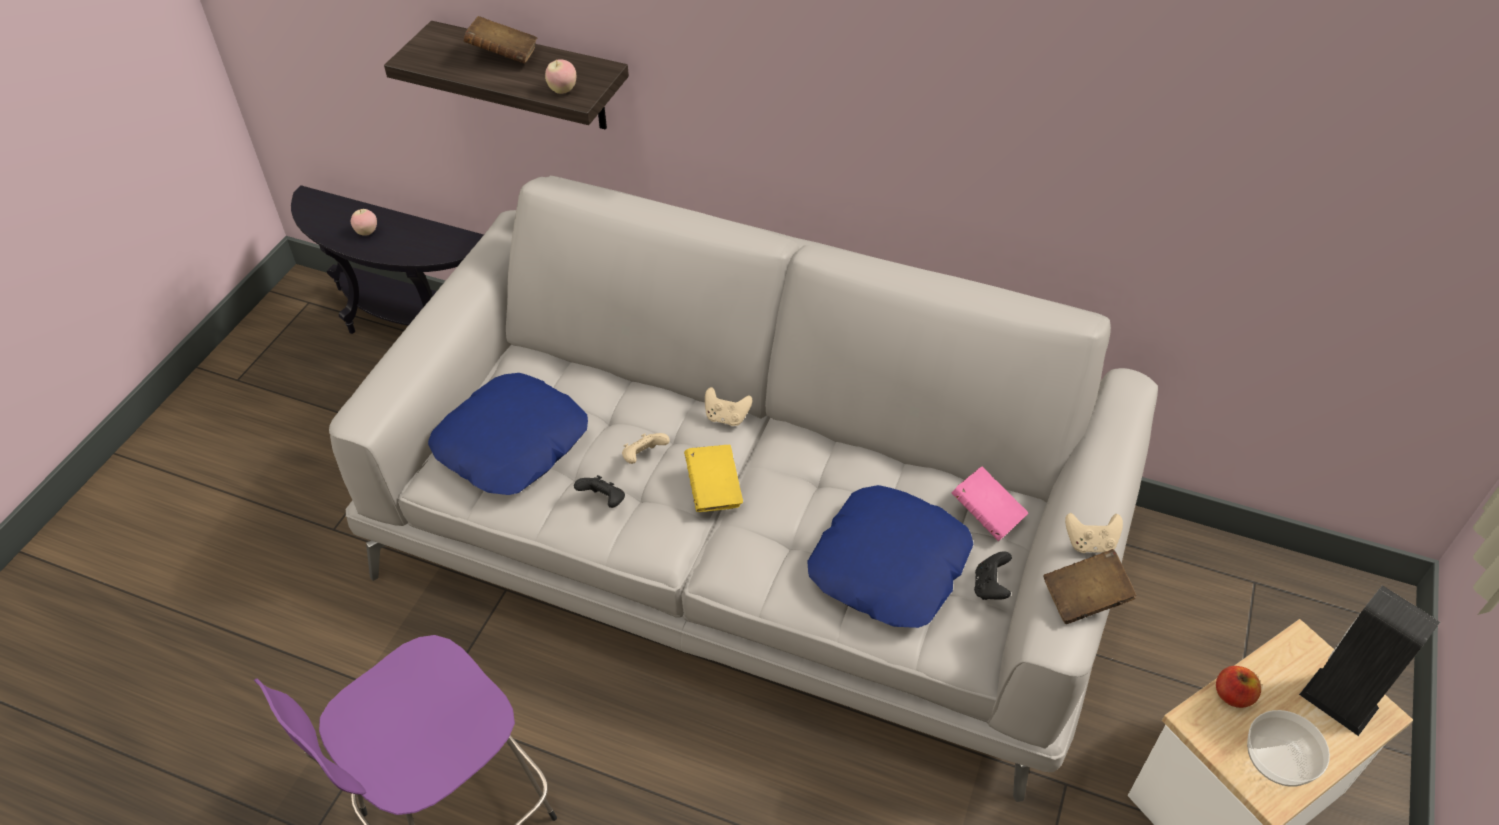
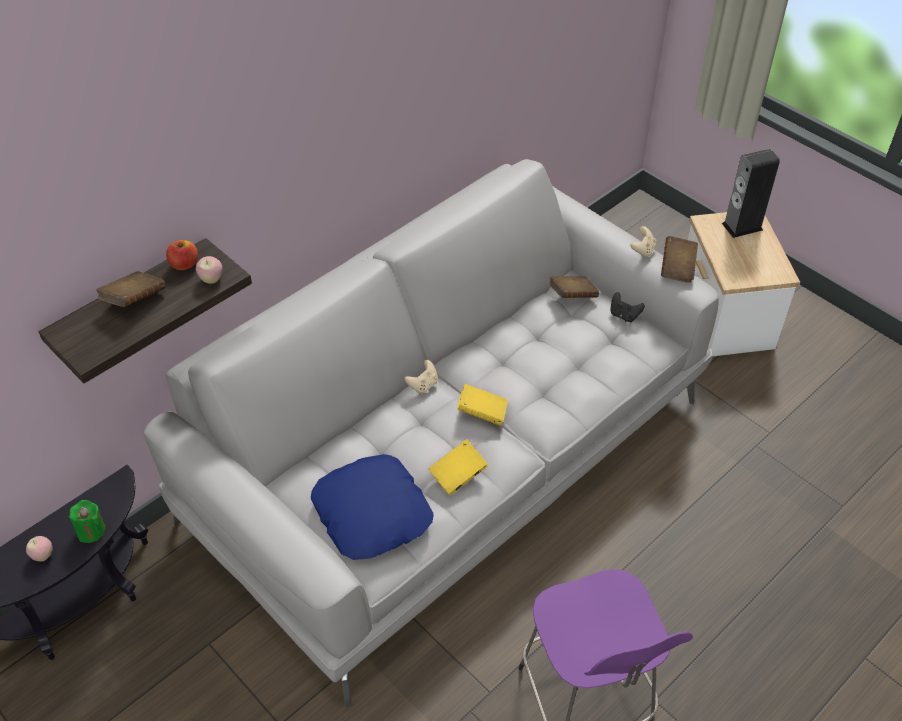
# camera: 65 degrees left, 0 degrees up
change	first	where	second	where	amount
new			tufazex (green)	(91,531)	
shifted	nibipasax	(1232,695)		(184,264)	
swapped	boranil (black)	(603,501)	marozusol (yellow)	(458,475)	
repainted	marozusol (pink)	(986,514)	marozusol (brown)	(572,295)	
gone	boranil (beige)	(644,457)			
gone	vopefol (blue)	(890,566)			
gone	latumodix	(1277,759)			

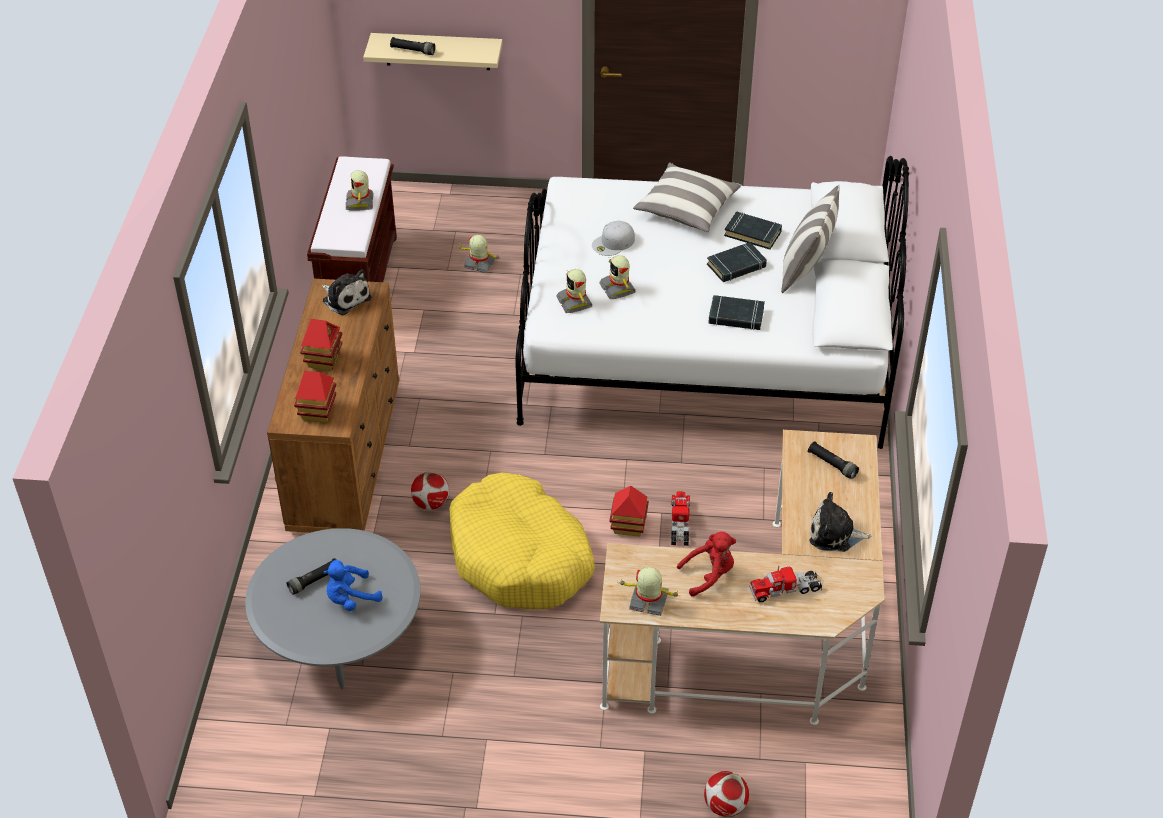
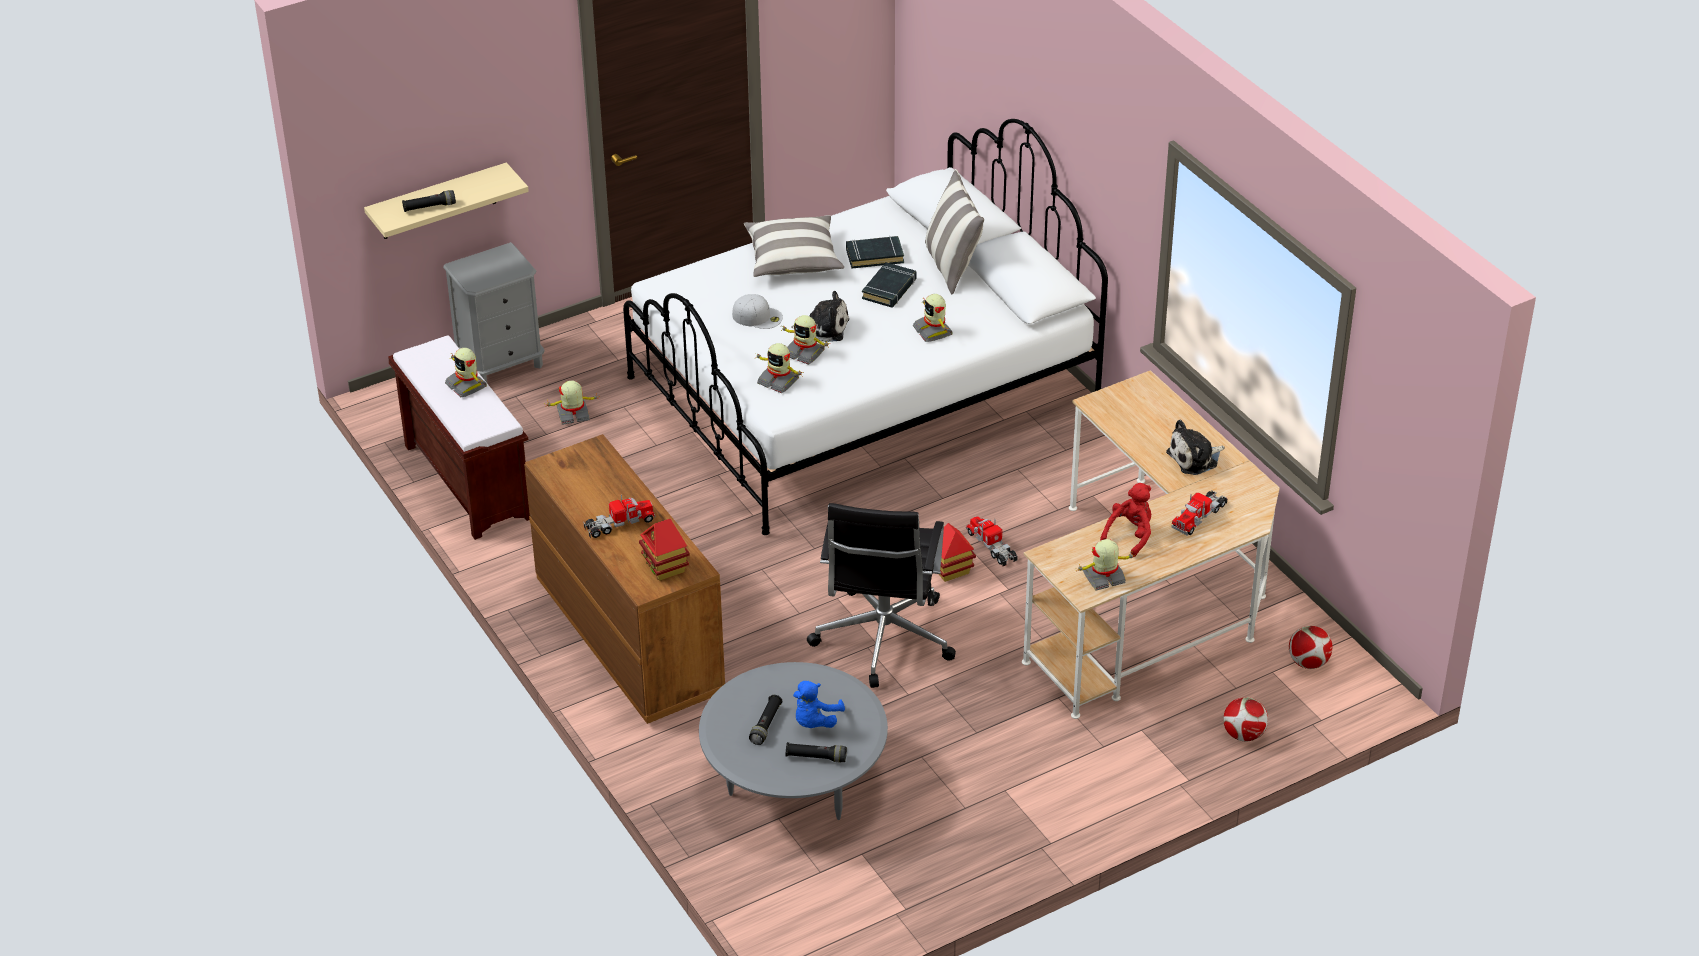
# camera: 35 degrees left, 5 degrees down
change	first	where	second	where	amount
new			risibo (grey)	(501,363)	
swapped	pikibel	(324,360)	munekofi	(619,524)	
rotated	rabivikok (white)	(613,243)		(758,316)	90 degrees counterclockwise
shifted	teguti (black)	(832,465)		(816,757)	
shifted	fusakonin	(345,298)		(824,328)	
swapped	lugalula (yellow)	(520,557)	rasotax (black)	(882,640)	
swapped	marozusol (black)	(736,316)	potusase	(933,331)	
shifted	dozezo	(431,503)		(1308,663)	

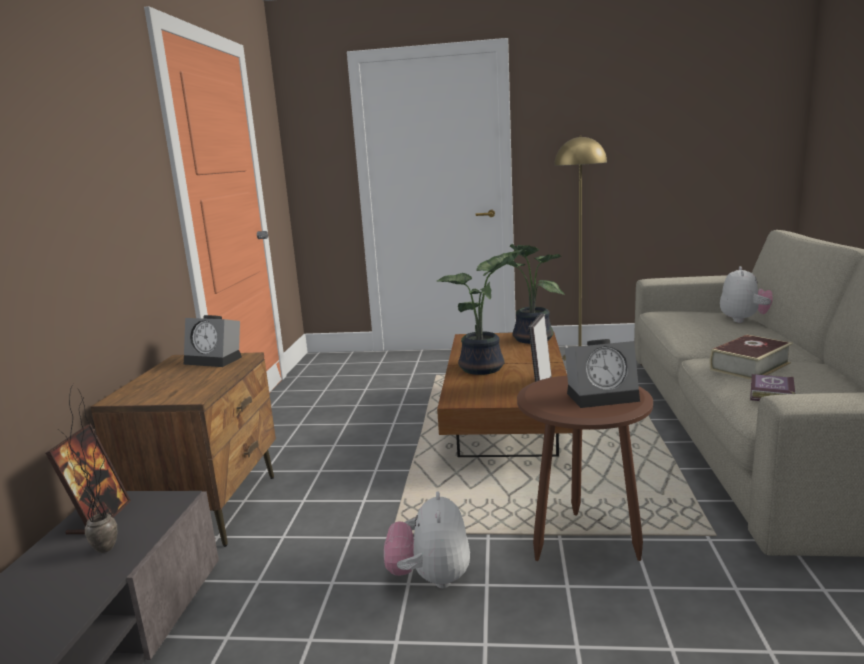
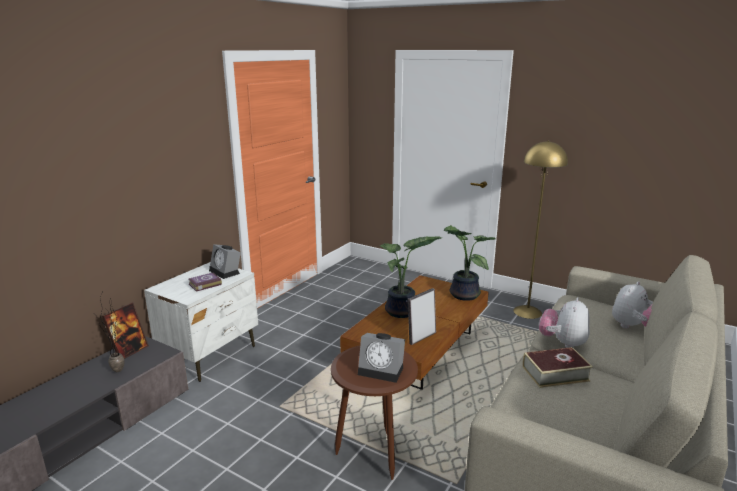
# camera: 25 degrees right, 5 degrees up
change	first	where	second	where	amount
repainted	risibo (brown)	(210,508)	risibo (white)	(211,355)	
shifted	marozusol	(770,394)		(204,284)	
shifted	fusakonin	(430,578)		(562,343)	

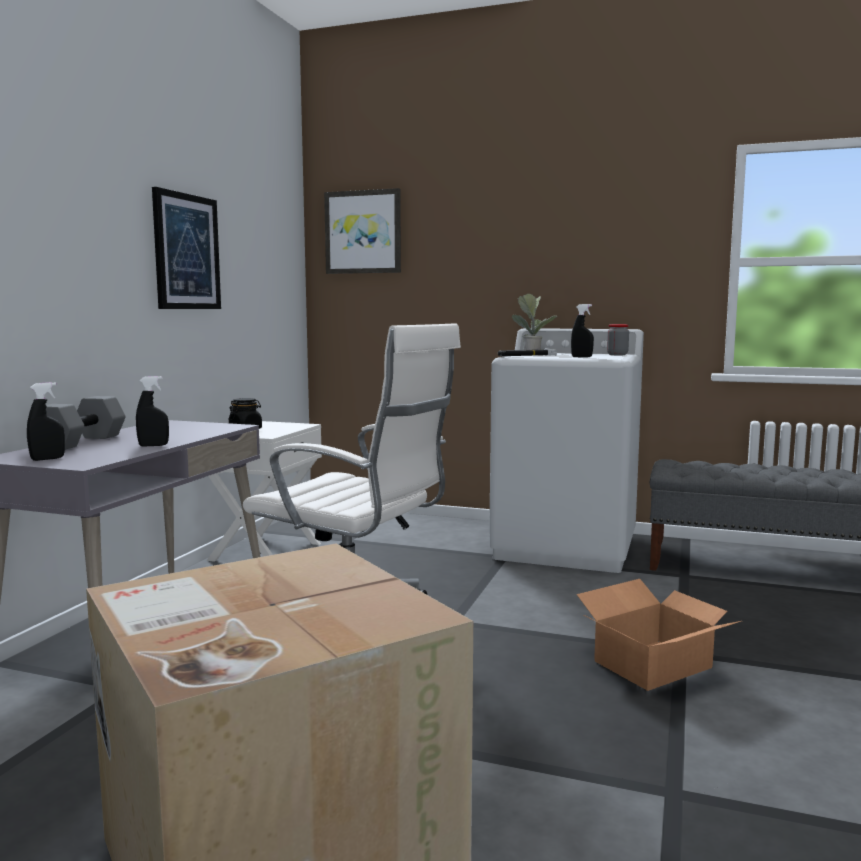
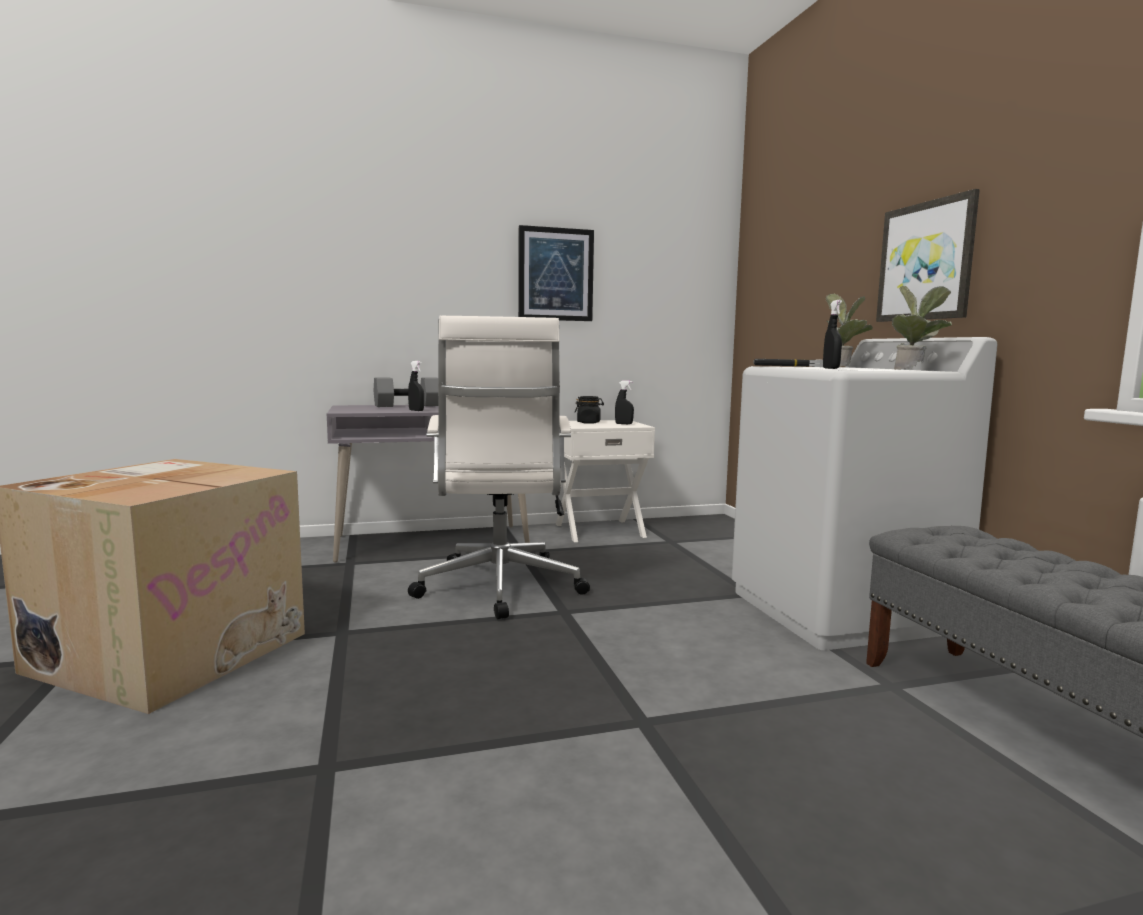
# camera: 55 degrees right, 0 degrees up
change	first	where	second	where	amount
shifted	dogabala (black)	(47,459)		(624,424)	
shifted	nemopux	(363,232)		(926,261)	
swapped	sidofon	(617,355)	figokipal	(915,370)	
gone	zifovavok	(651,664)			

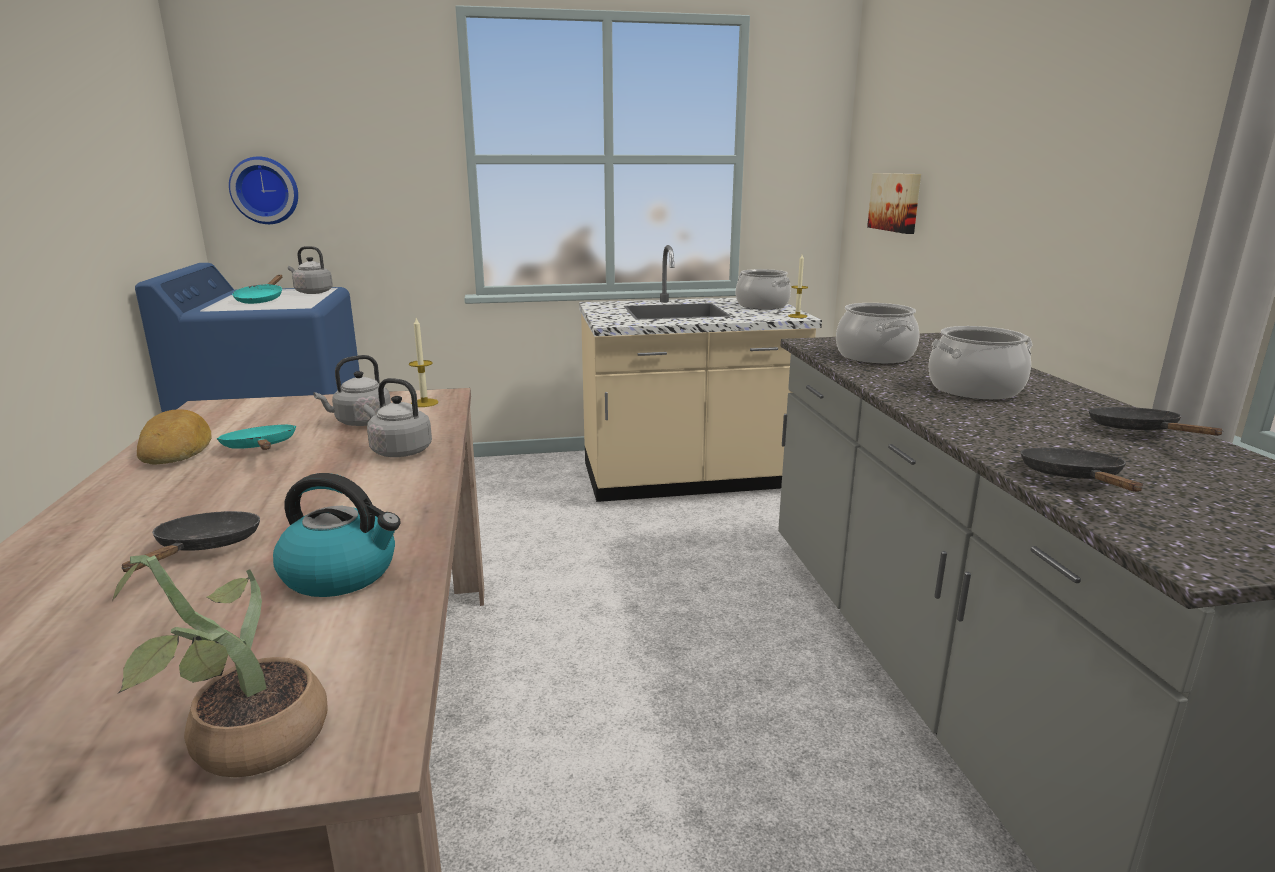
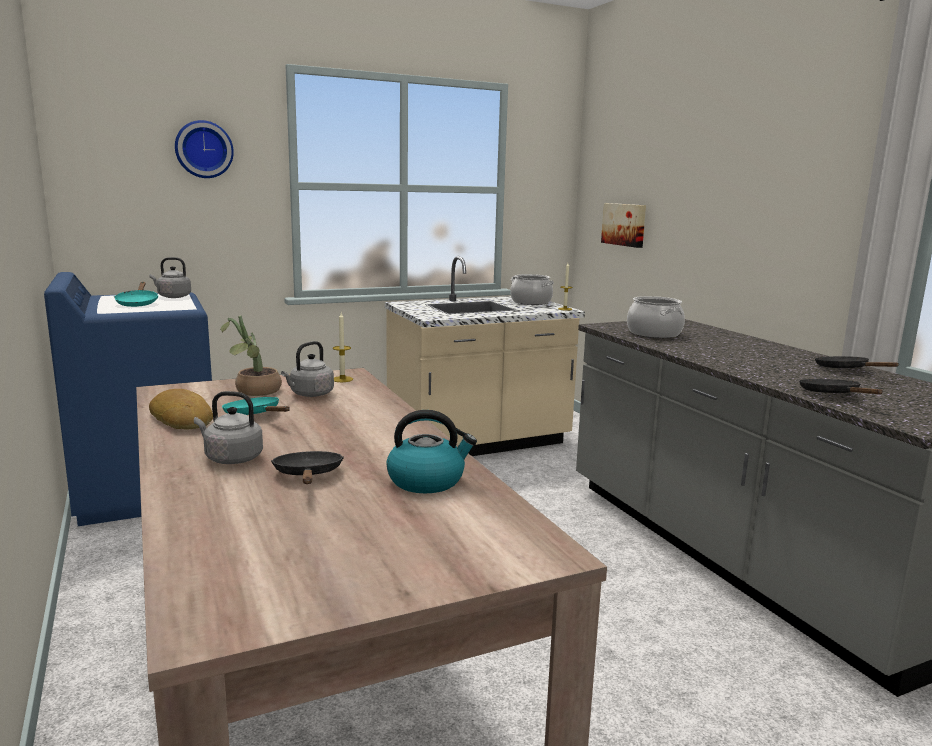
# camera: 15 degrees left, 5 degrees down
change	first	where	second	where	amount
shifted	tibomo	(265,190)		(204,149)	
shifted	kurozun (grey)	(399,451)		(231,458)	
shifted	figokipal	(244,745)		(253,392)	
gone	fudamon	(975,389)			

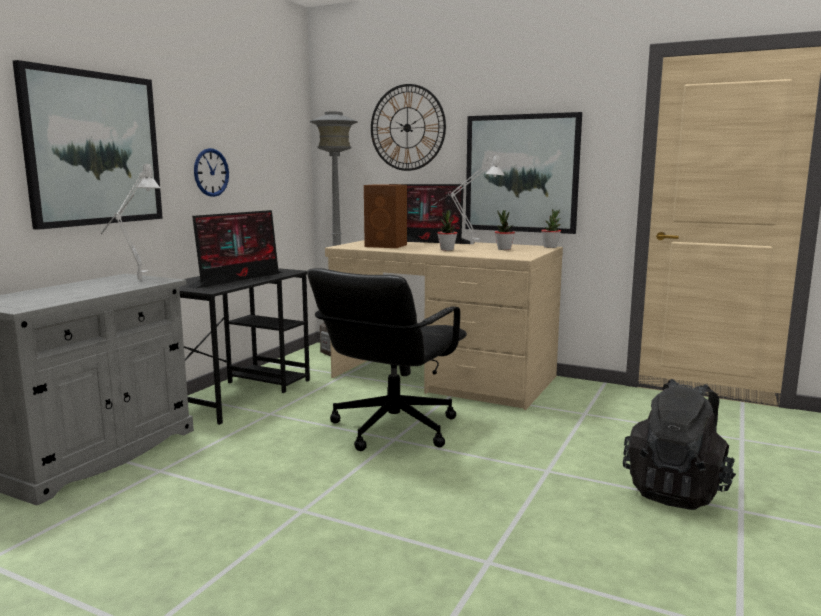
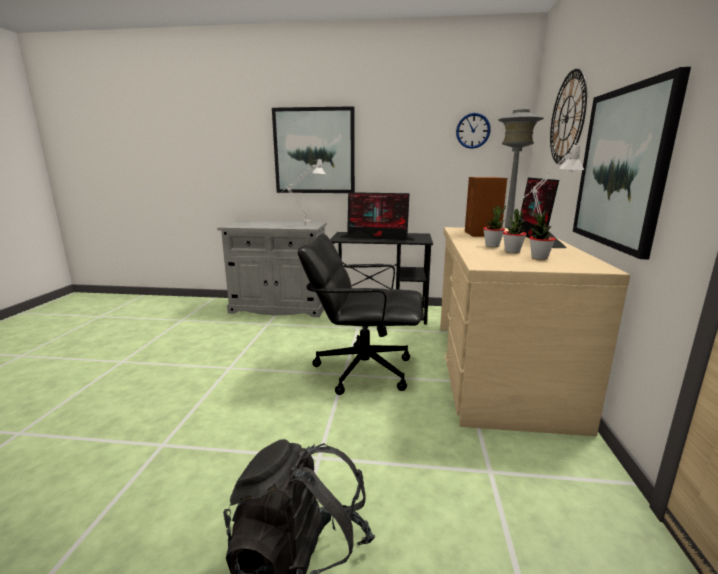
# camera: 70 degrees right, 5 degrees up
change	first	where	second	where	amount
shifted	tibomo	(211,172)		(473,130)	
shifted	figokipal	(550,247)		(512,251)	

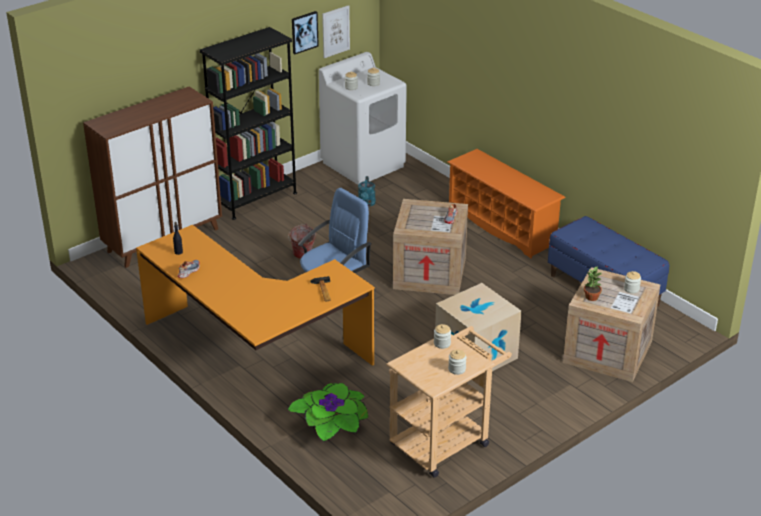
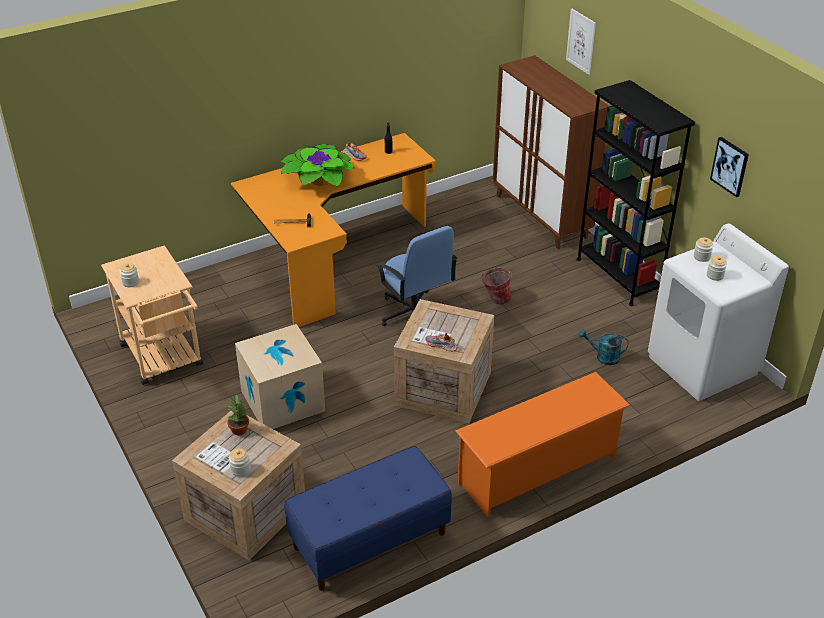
# camera: 100 degrees right, 5 degrees up
change	first	where	second	where	amount
shifted	figokipal	(331,426)		(319,181)	
shifted	nemopux	(335,31)		(581,41)	
gone	sidofon	(442,343)			

